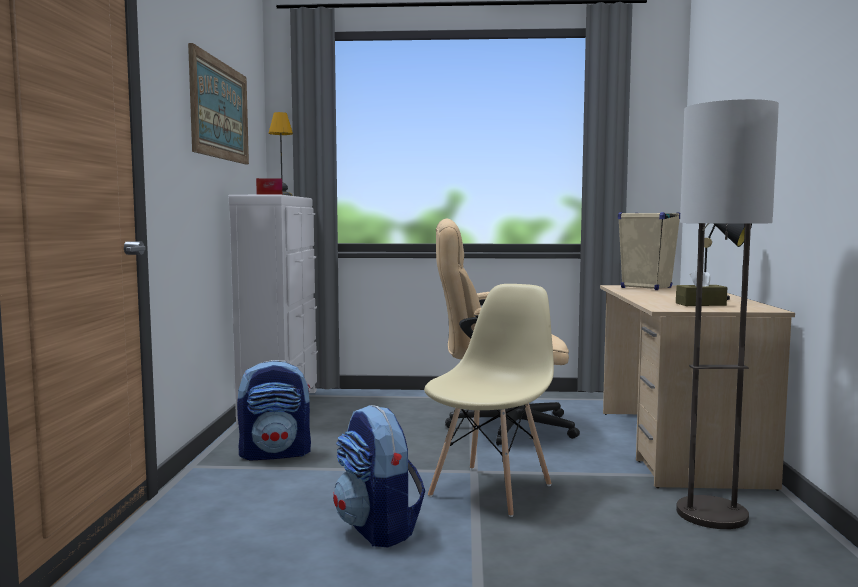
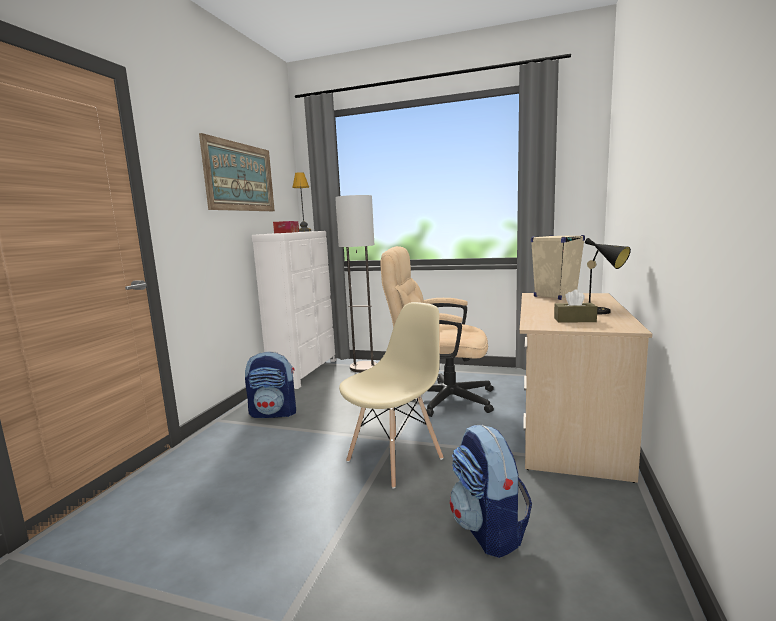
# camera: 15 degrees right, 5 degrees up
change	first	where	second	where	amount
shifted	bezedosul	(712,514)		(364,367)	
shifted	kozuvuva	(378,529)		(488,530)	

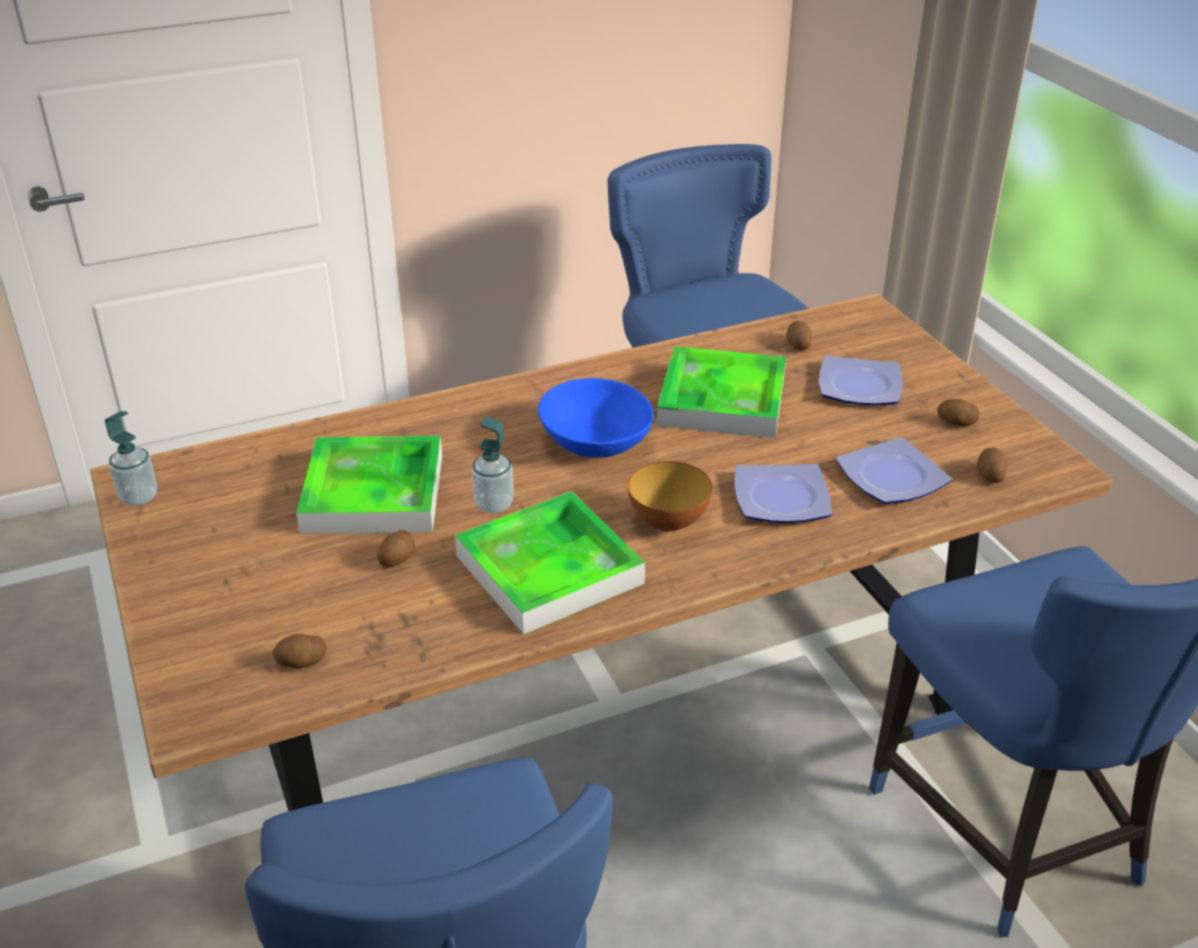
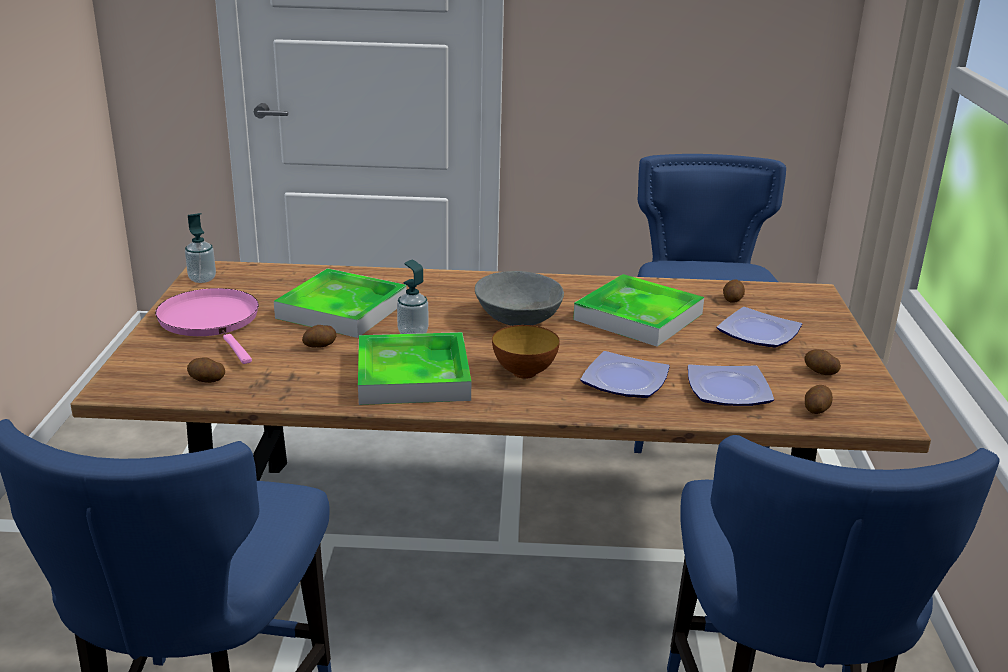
# camera: 25 degrees right, 10 degrees down
change	first	where	second	where	amount
new			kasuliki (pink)	(212,322)	
repainted	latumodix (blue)	(594,443)	latumodix (grey)	(517,318)	

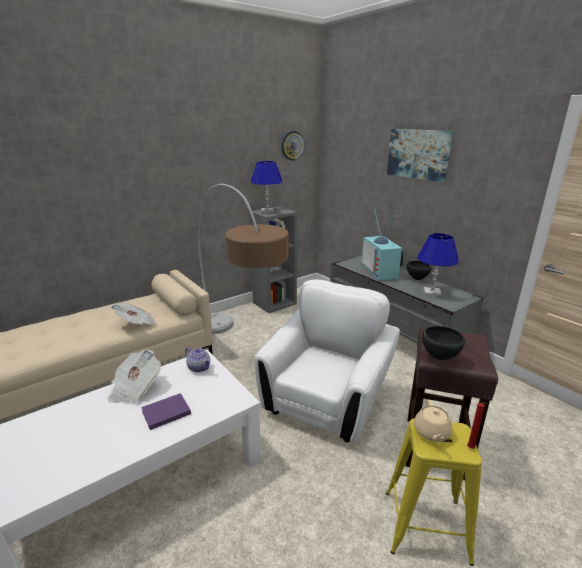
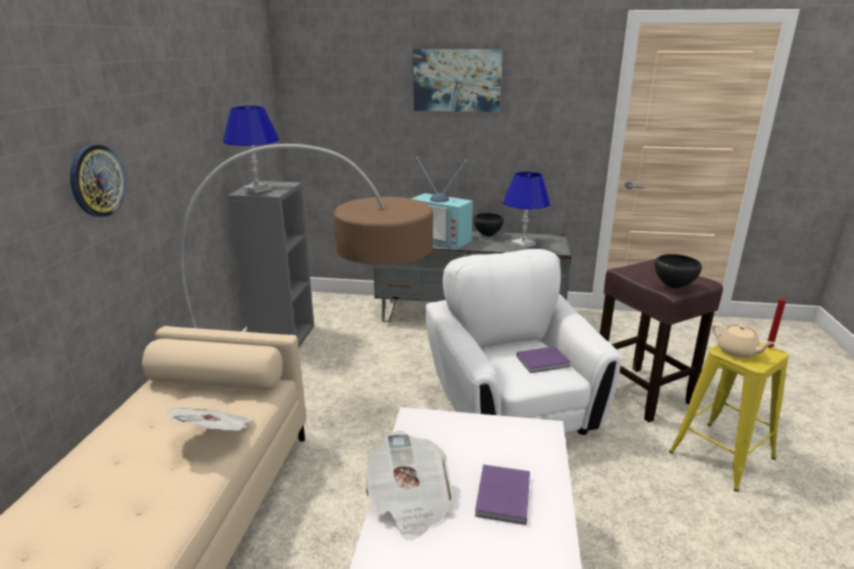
# camera: 45 degrees left, 0 degrees up
change	first	where	second	where	amount
shifted	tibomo	(292,145)		(97,181)	
new			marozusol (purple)	(544,361)	
gone	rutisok	(199,367)			

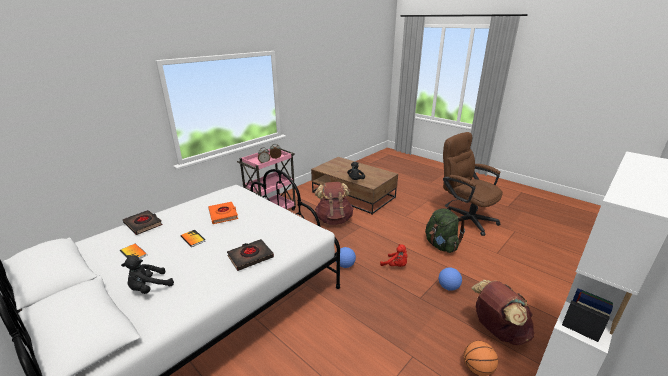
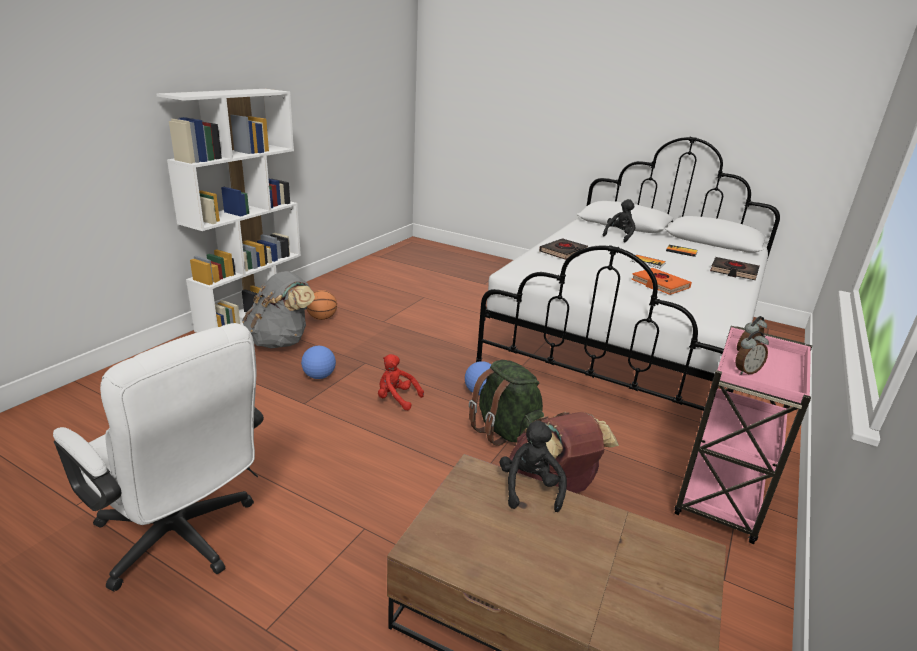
# camera: 165 degrees right, 0 degrees up
change	first	where	second	where	amount
repainted	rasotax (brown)	(465,218)	rasotax (white)	(183,540)	
repainted	kozuvuva (brown)	(497,330)	kozuvuva (grey)	(281,341)	
shifted	kozuvuva (green)	(441,245)		(506,432)	

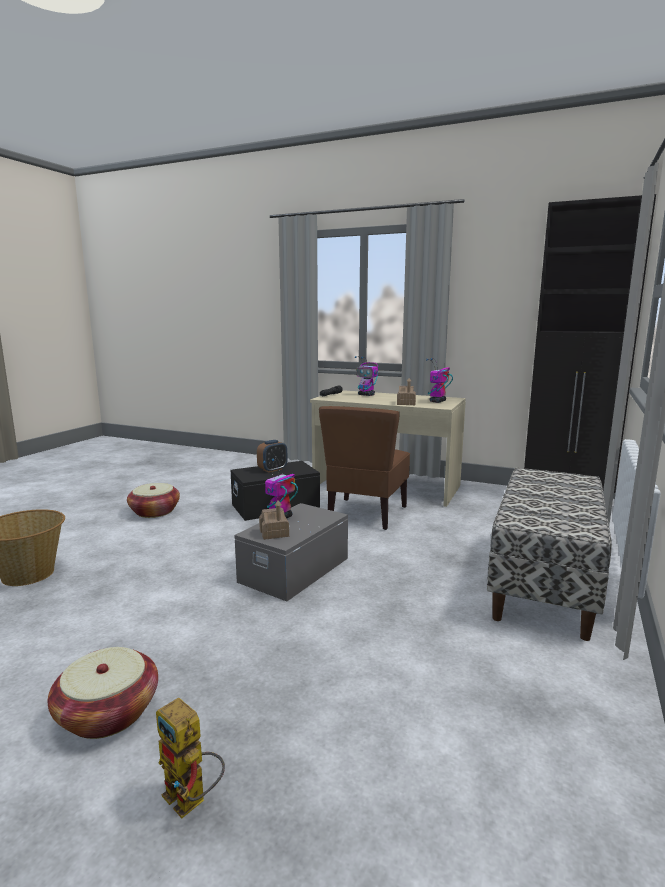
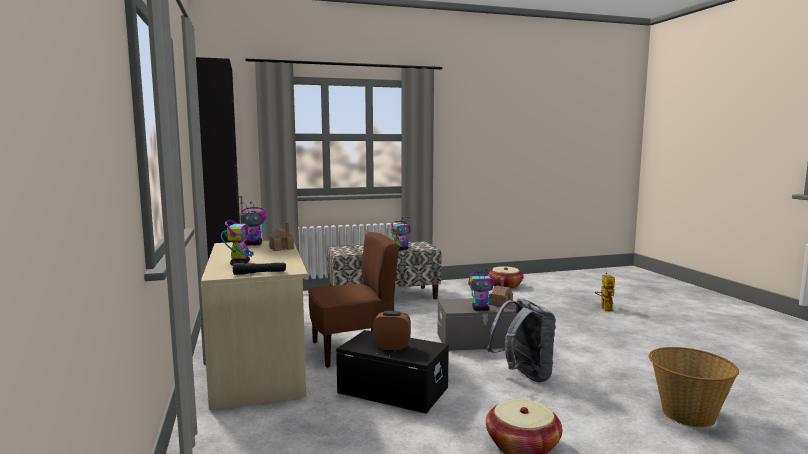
# camera: 130 degrees left, 5 degrees down
change	first	where	second	where	amount
new			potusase	(401,249)	
new			kozuvuva (grey)	(523,376)	
shifted	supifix	(108,713)		(505,286)	

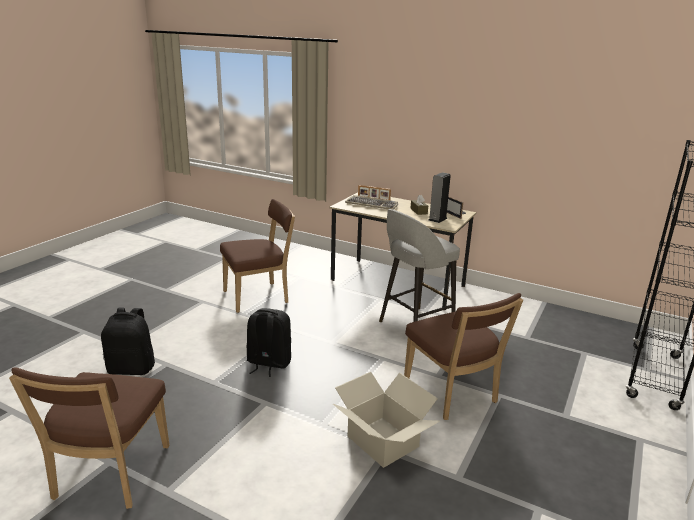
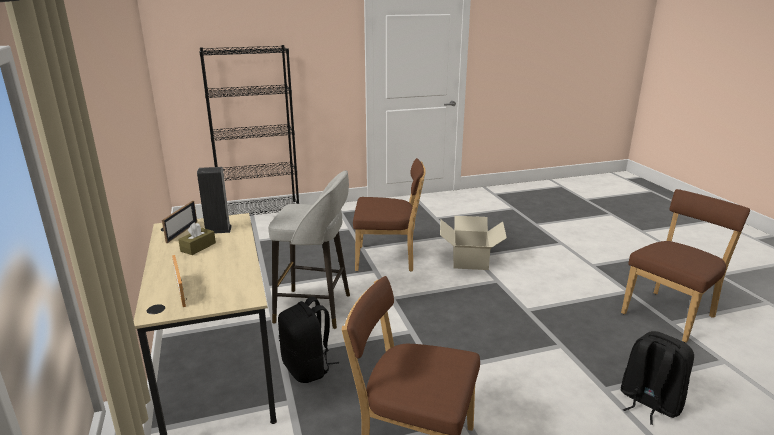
# camera: 135 degrees left, 0 degrees up
change	first	where	second	where	amount
shifted	kozuvuva (black)	(268,363)		(307,368)	
rotated	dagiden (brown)	(452,394)		(388,259)	75 degrees clockwise
gone	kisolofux	(372,204)			

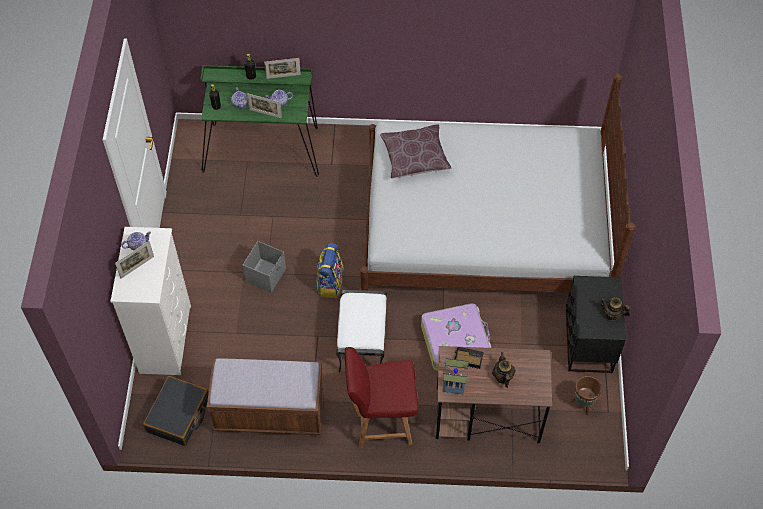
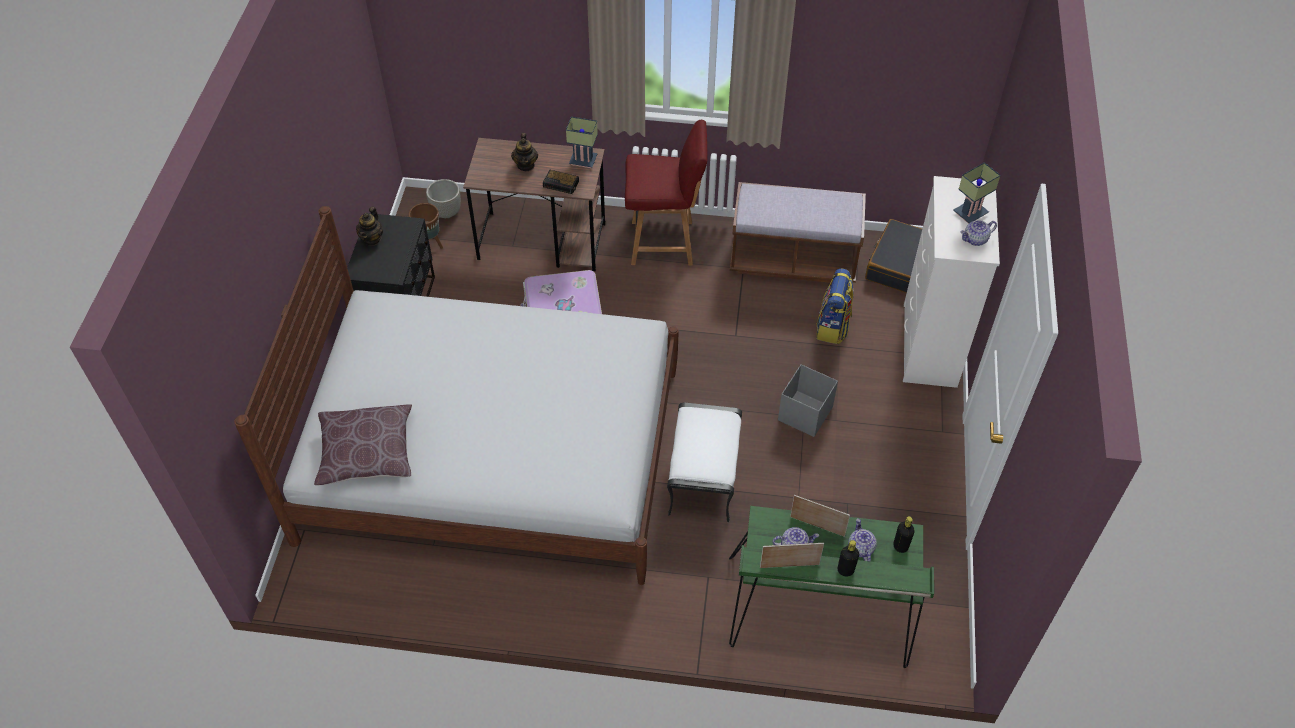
# camera: 175 degrees left, 5 degrees down
change	first	where	second	where	amount
shifted	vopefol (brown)	(415,157)		(367,453)	
rotated	rutisok	(612,314)		(372,239)	75 degrees clockwise
new			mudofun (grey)	(446,212)	
shifted	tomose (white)	(363,342)		(702,477)	
shifted	kozuvuva	(329,283)		(833,327)	
swapped	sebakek	(137,267)	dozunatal	(970,214)	

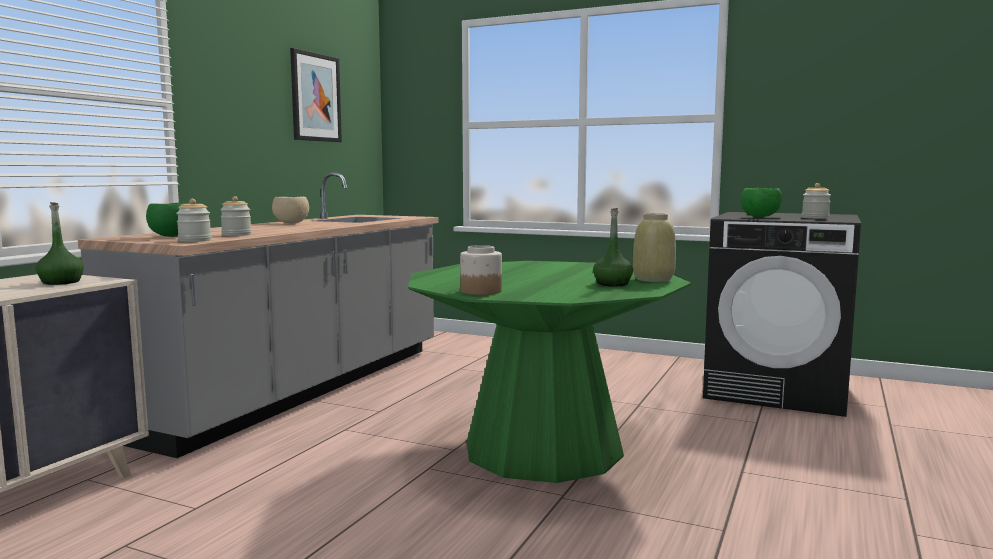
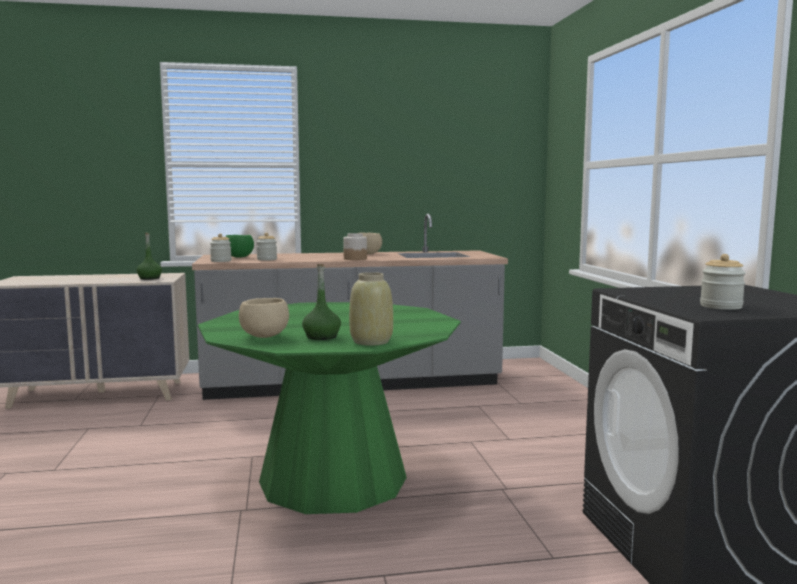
# camera: 55 degrees right, 0 degrees up
change	first	where	second	where	amount
new			latumodix (beige)	(264,336)	
shifted	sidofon	(480,291)		(355,259)	
gone	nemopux	(315,97)			
gone	latumodix (green)	(760,217)			

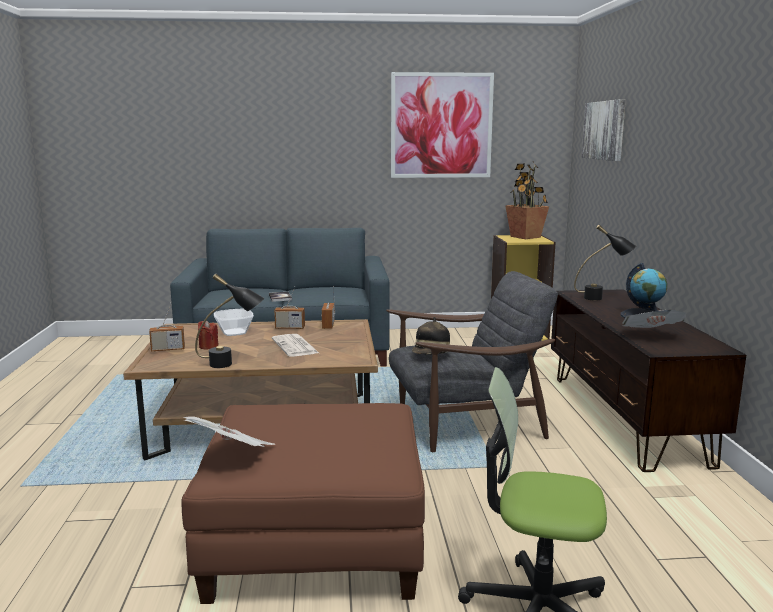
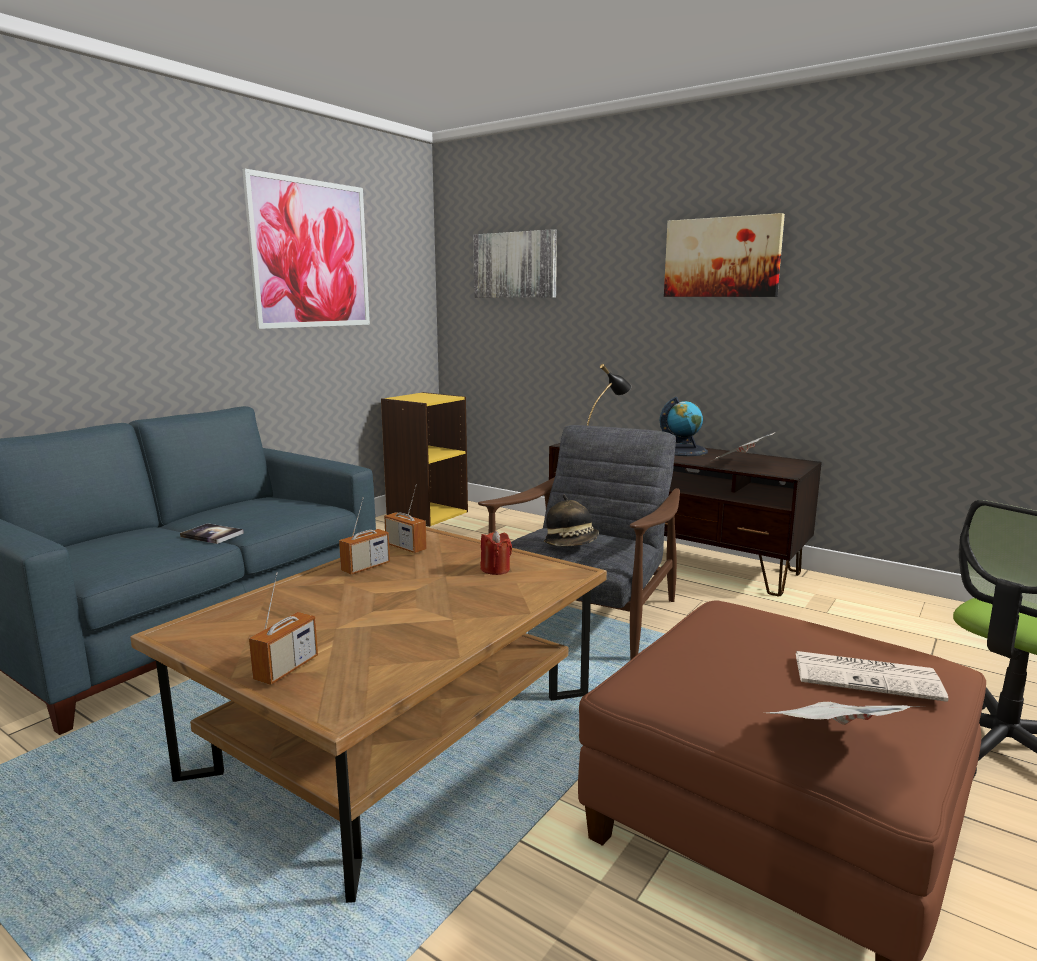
# camera: 50 degrees left, 0 degrees up
change	first	where	second	where	amount
shifted	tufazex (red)	(208,346)		(495,569)	
new			nemopux	(722,257)	
shifted	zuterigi	(295,346)		(868,676)	
gone	dozunatal (black)	(232,364)			
gone	latumodix	(234,333)			
gone	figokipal	(525,237)			

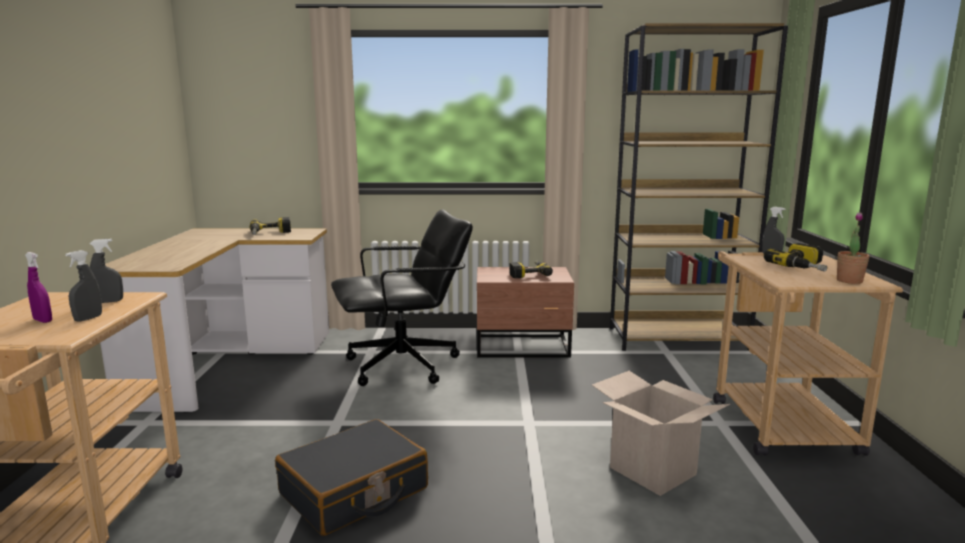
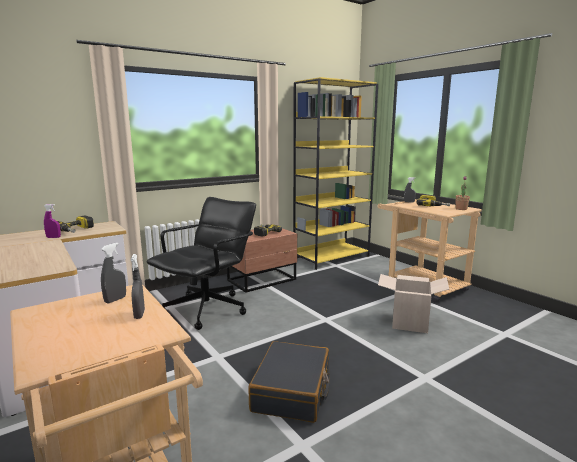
# camera: 35 degrees left, 0 degrees up
change	first	where	second	where	amount
shifted	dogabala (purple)	(43,320)		(53,237)	
repainted	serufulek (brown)	(678,339)	serufulek (yellow)	(331,257)	

